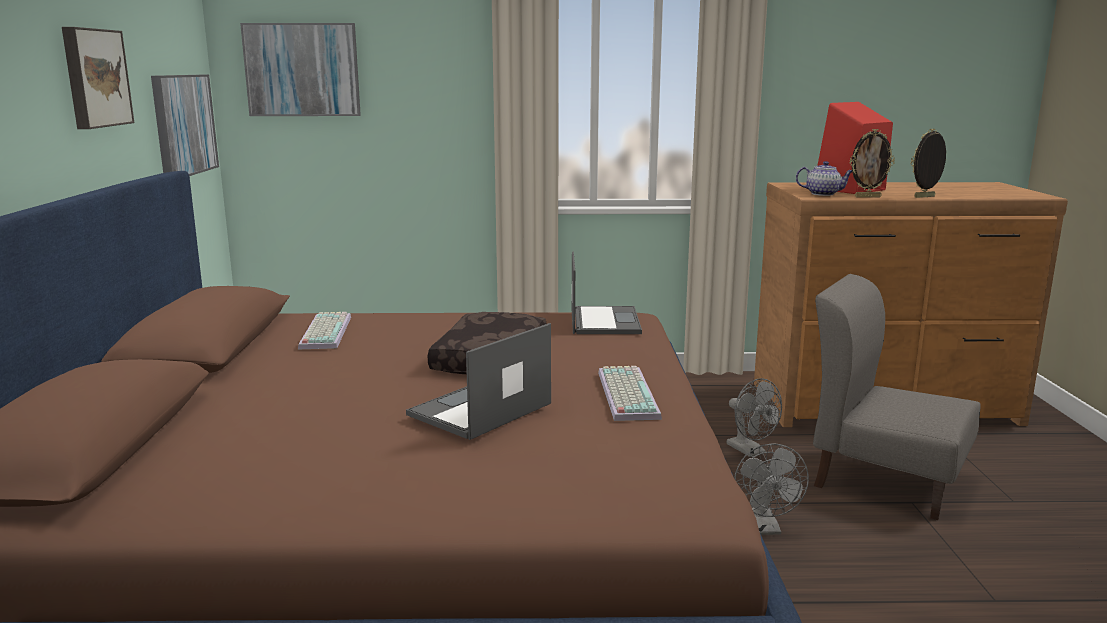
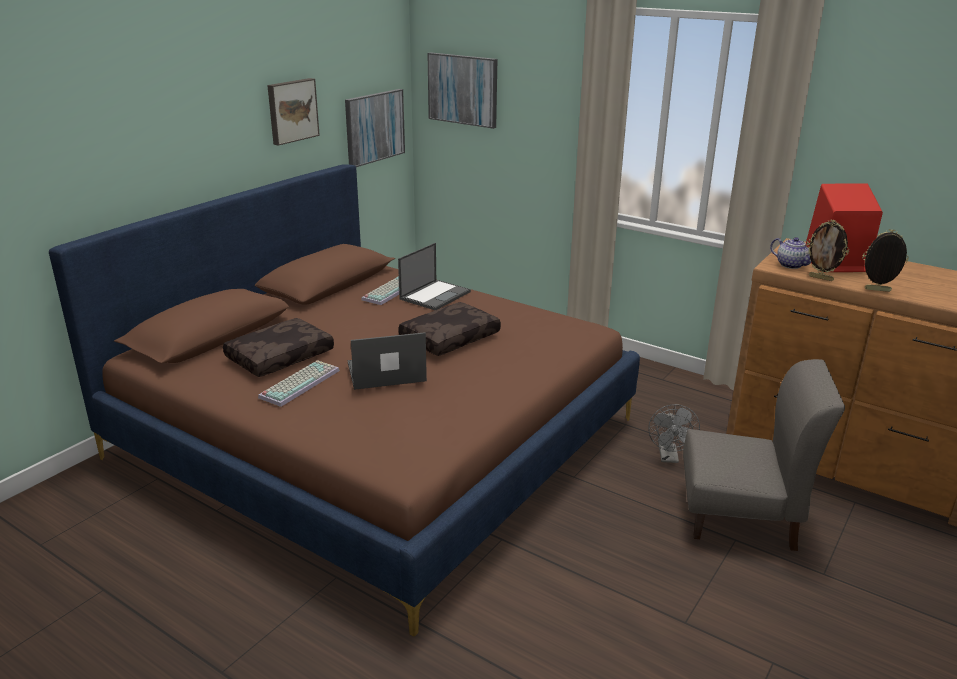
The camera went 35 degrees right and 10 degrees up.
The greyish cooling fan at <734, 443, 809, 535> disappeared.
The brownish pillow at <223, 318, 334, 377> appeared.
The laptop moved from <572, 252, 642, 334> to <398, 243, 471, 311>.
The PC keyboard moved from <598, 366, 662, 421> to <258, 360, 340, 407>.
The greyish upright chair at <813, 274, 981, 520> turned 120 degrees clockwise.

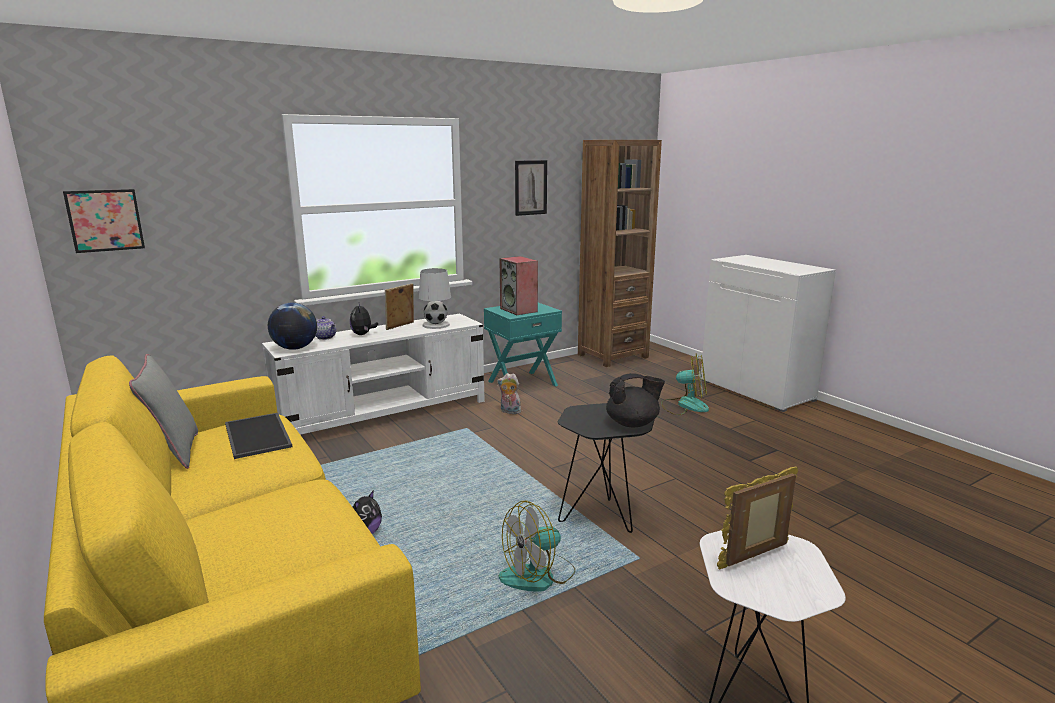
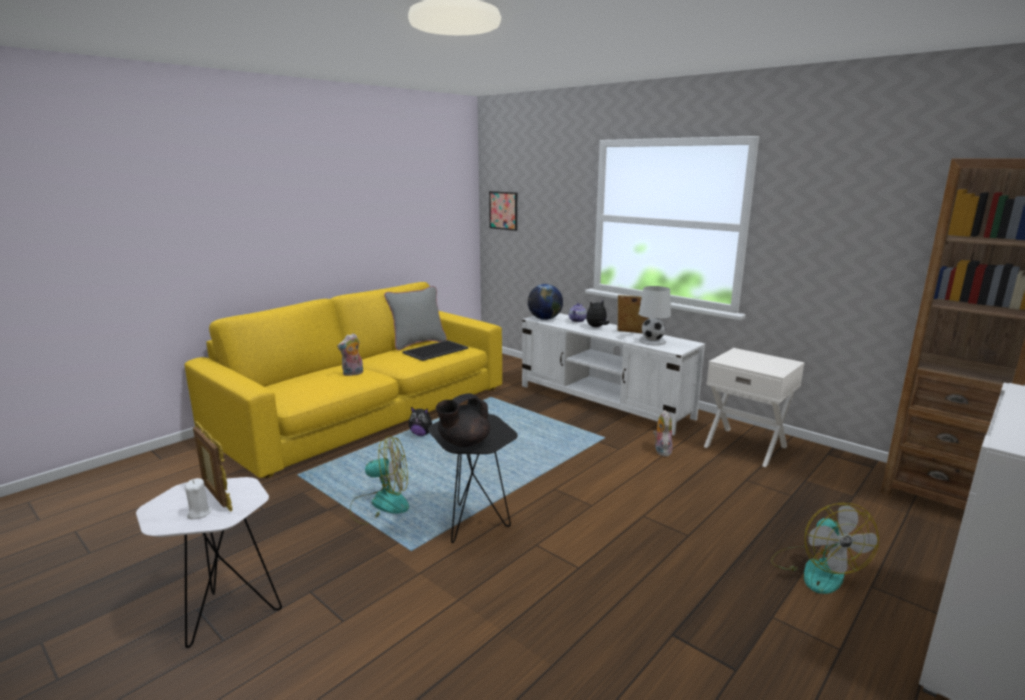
The camera went 75 degrees right and 0 degrees up.
The loudspeaker at <499, 256, 538, 315> disappeared.
The picture at <515, 160, 547, 216> disappeared.
The white-coloured candle at <185, 478, 211, 519> appeared.
The soft toy at <337, 333, 363, 376> appeared.
The blue-green bedside table at <484, 303, 562, 386> became the white-coloured bedside table at <704, 348, 805, 467>.
The cooling fan at <499, 500, 575, 592> turned 135 degrees clockwise.
The black-coloured pot for tea at <606, 373, 665, 427> turned 75 degrees clockwise.

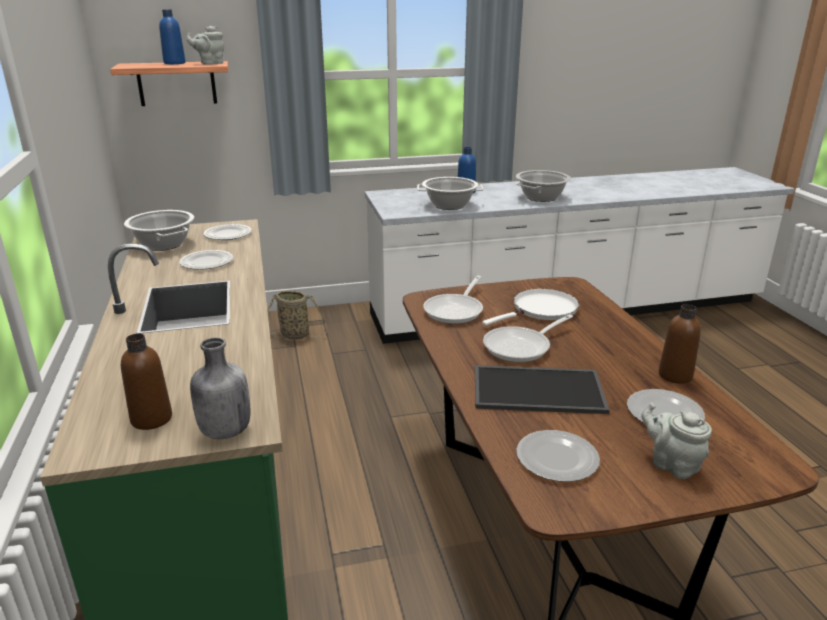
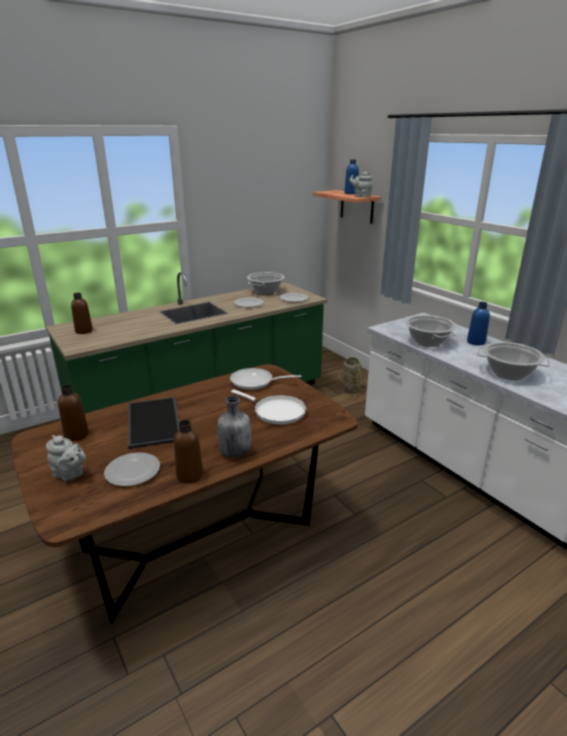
The camera went 70 degrees right and 0 degrees up.
The pan at <483, 315, 573, 362> disappeared.
The greyish drink bottle moved from <190, 337, 250, 439> to <217, 396, 251, 457>.
The flat dish at <516, 430, 600, 482> was replaced by the brownish drink bottle at <58, 385, 89, 441>.
The greyish pot for tea at <641, 403, 712, 479> turned 90 degrees clockwise.

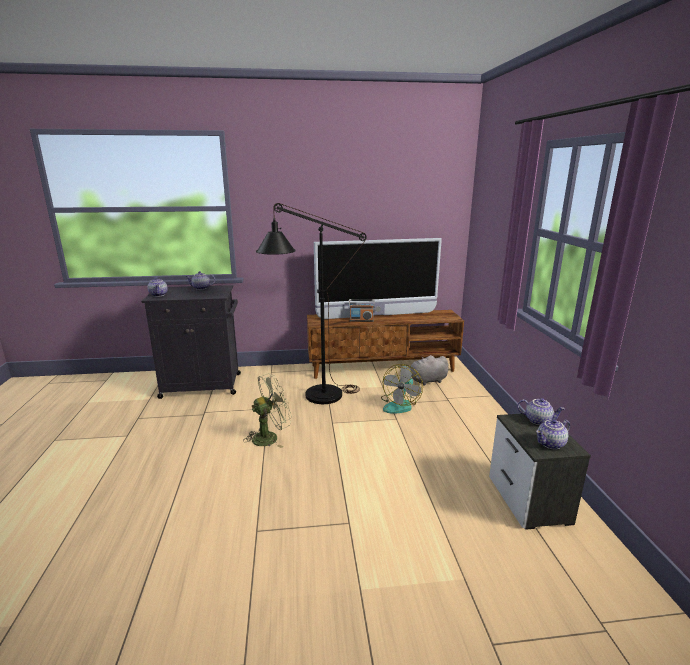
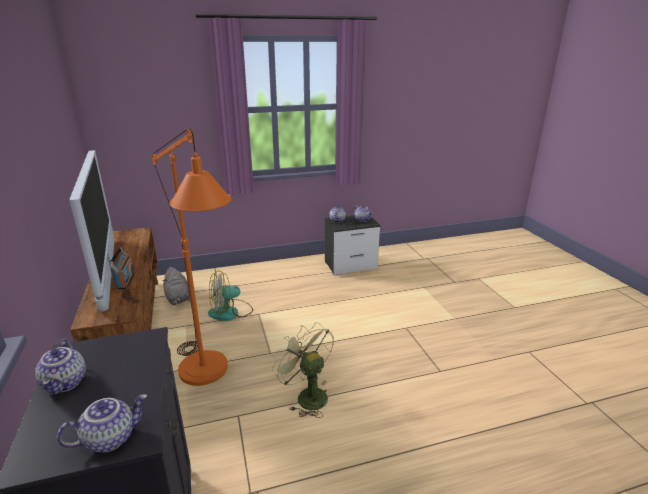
The camera went 100 degrees left and 5 degrees up.
The black-coloured floor lamp at <256, 203, 367, 404> became the orange floor lamp at <152, 128, 232, 386>.
The cooling fan at <381, 364, 423, 413> turned 135 degrees clockwise.

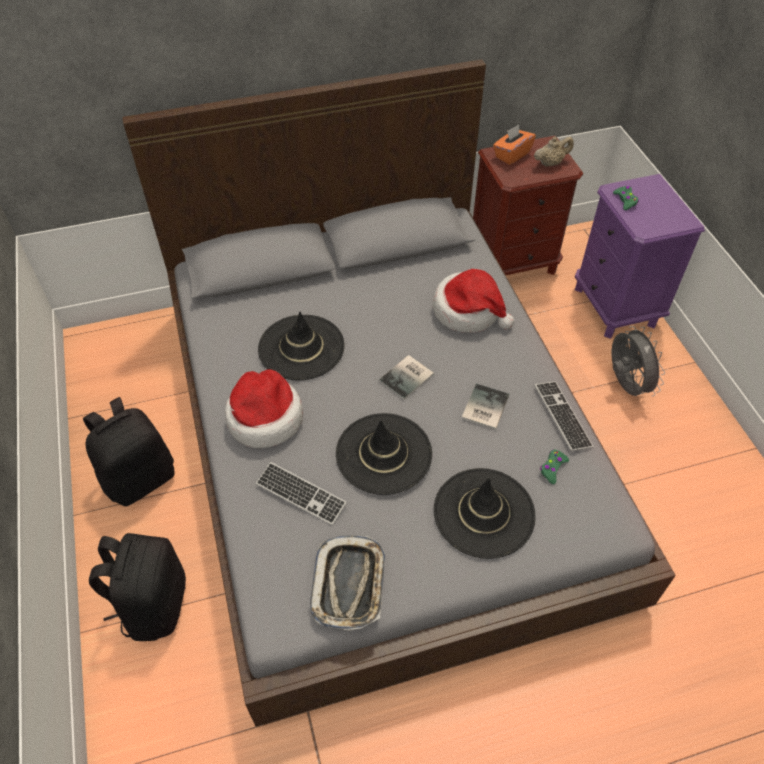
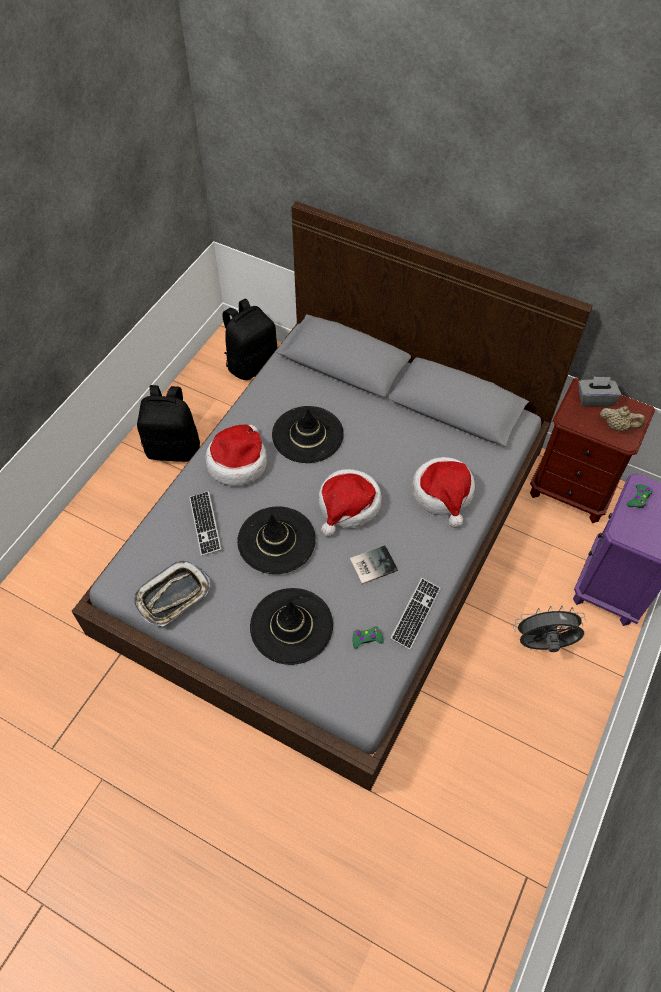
The camera went 45 degrees right and 5 degrees up.
The black-coloured rucksack moved from <89, 533, 186, 641> to <222, 298, 277, 380>.
The book at <379, 355, 434, 400> was replaced by the hat at <318, 469, 382, 537>.
The orange tissue holder at <493, 124, 536, 165> became the greyish tissue holder at <578, 376, 621, 407>.
The greyish cooling fan at <611, 326, 665, 396> turned 120 degrees counterclockwise.

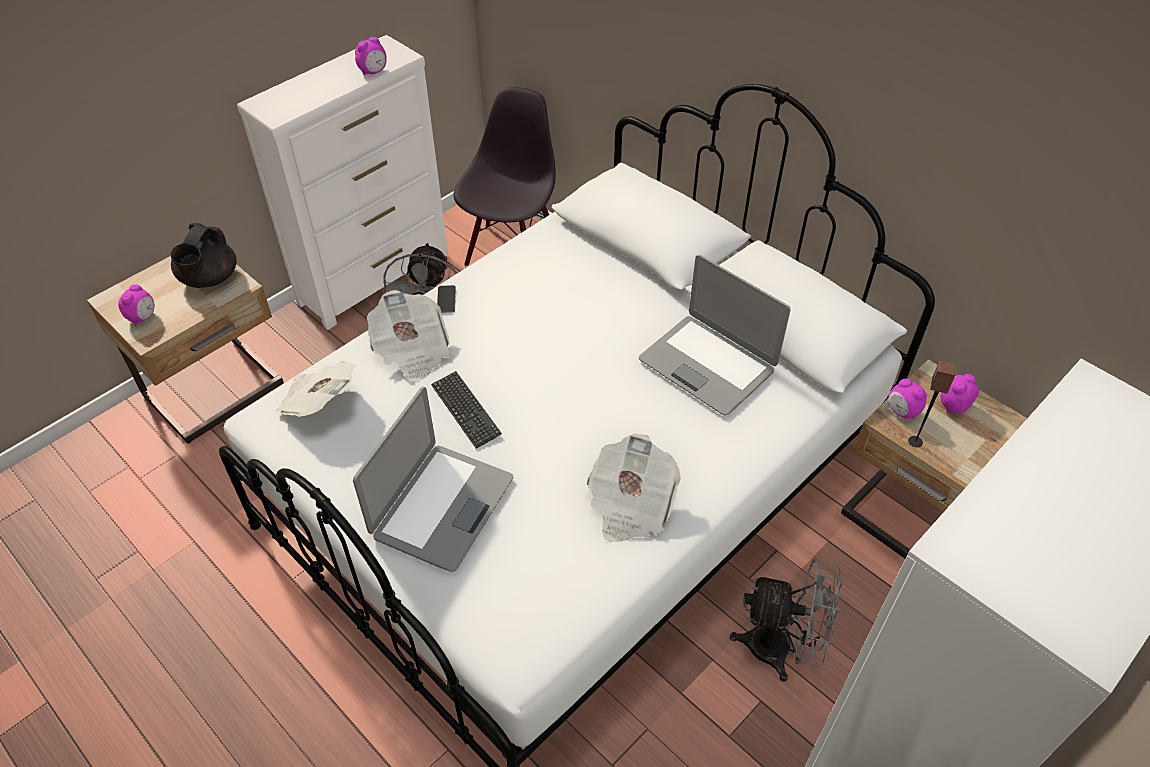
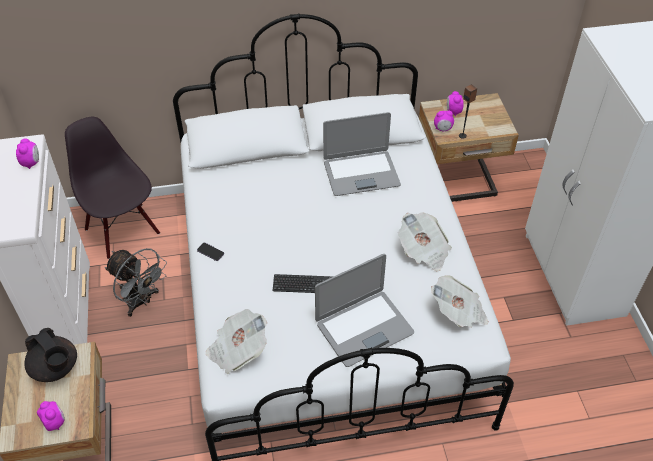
The camera went 55 degrees left and 0 degrees up.
The greyish cooling fan at <730, 559, 842, 682> disappeared.
The daily paper moved from <367, 290, 452, 382> to <431, 275, 489, 328>.
The laptop at <353, 387, 513, 572> turned 90 degrees clockwise.

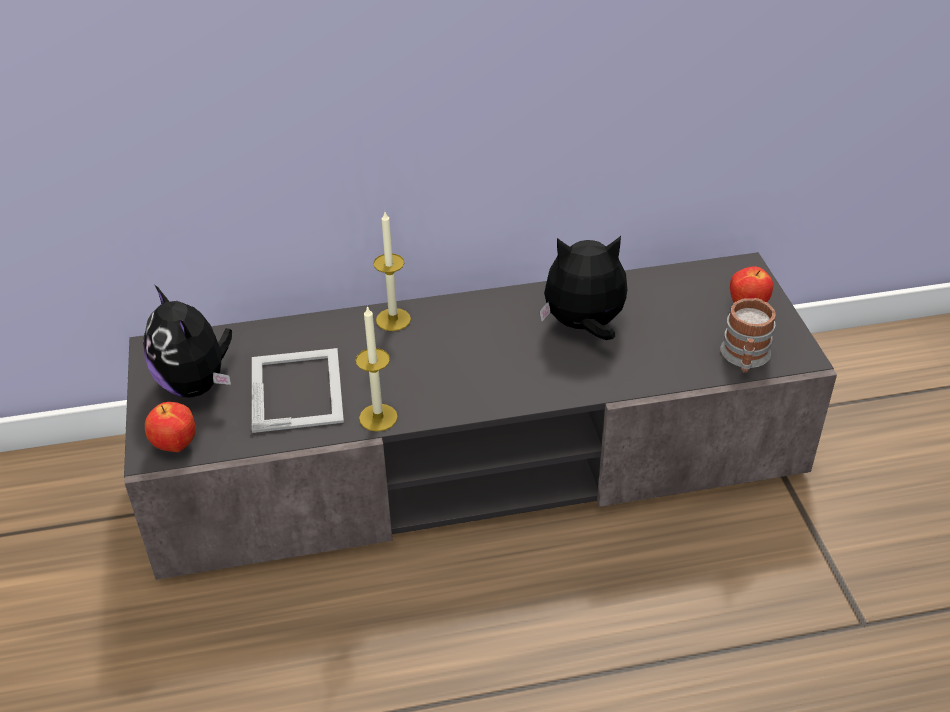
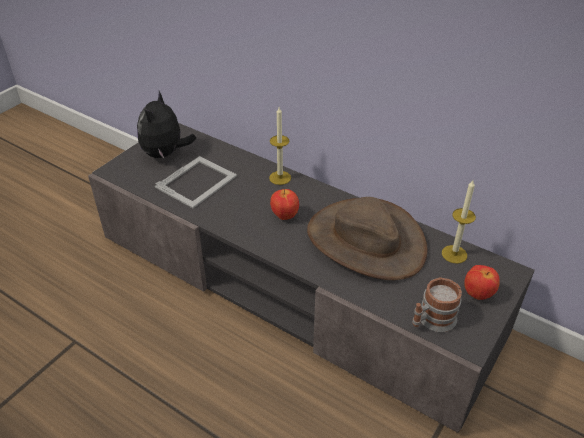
The camera went 45 degrees right and 0 degrees up.
The whole apple moved from <145, 402, 196, 452> to <270, 189, 299, 220>.
The candle moved from <356, 305, 398, 432> to <442, 180, 476, 264>.
The soft toy at <539, 236, 627, 340> was replaced by the brownish hat at <307, 197, 428, 280>.

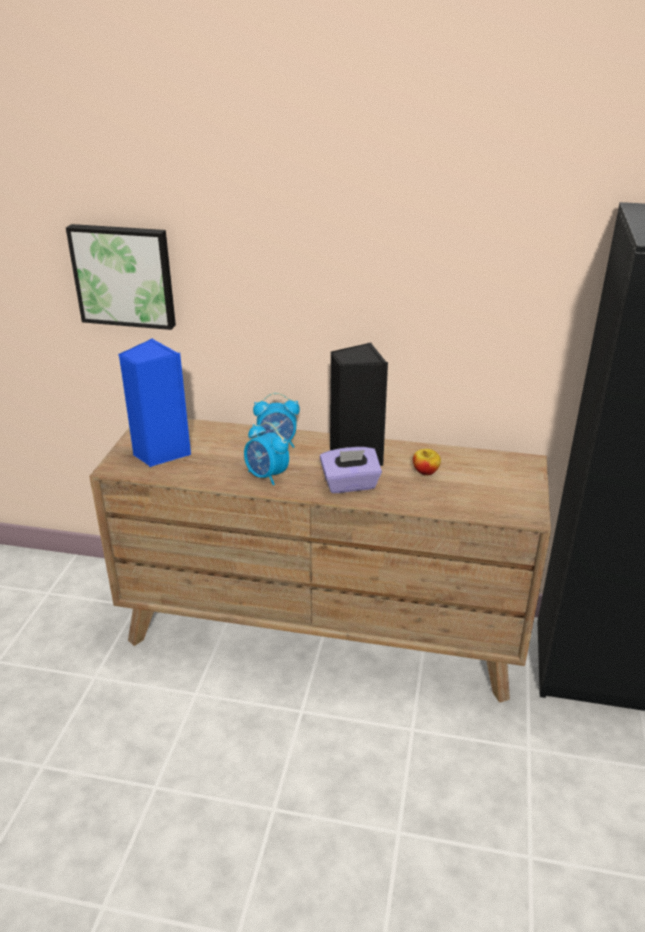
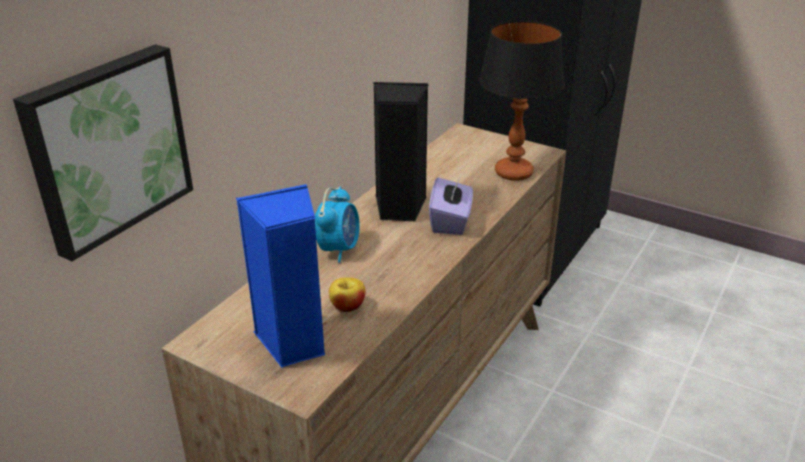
The camera went 70 degrees left and 0 degrees up.
The bedside clock at <244, 422, 289, 485> disappeared.
The table lamp at <479, 21, 565, 181> appeared.
The whole apple moved from <413, 449, 441, 475> to <329, 277, 365, 312>.

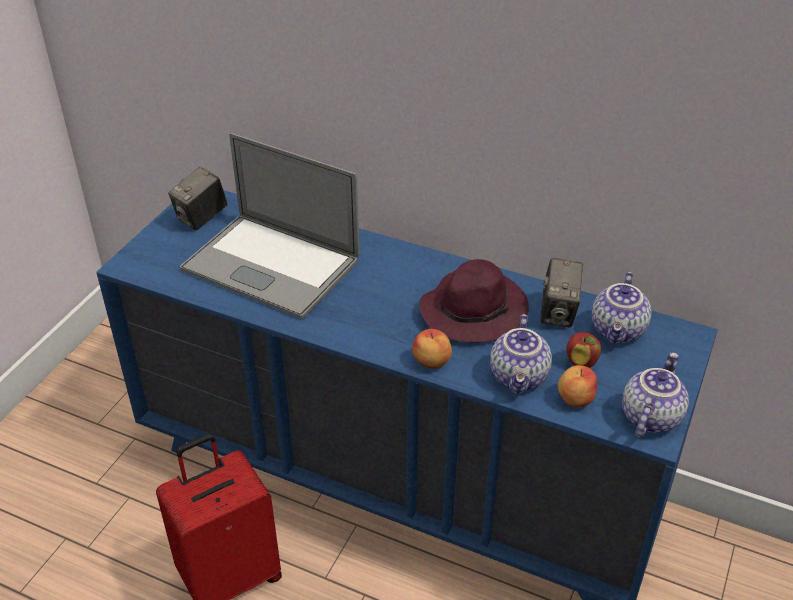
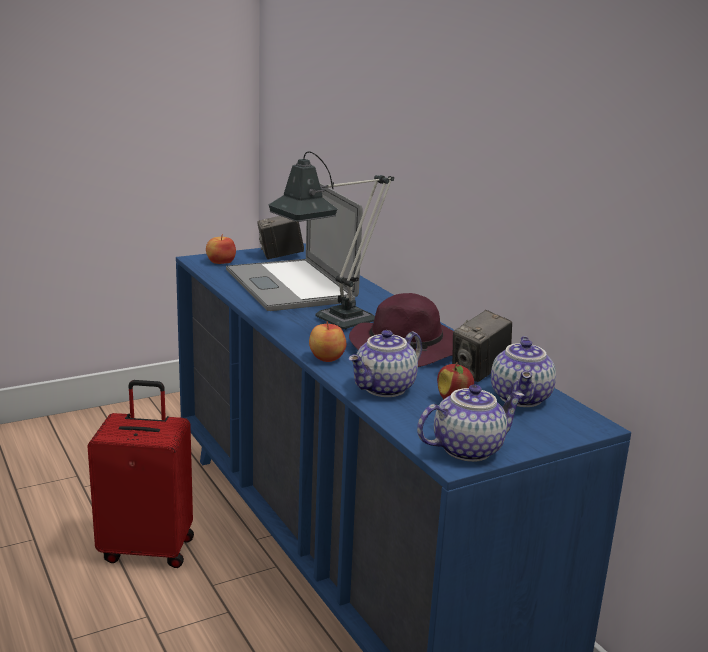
The camera went 35 degrees right and 20 degrees down.
The table lamp at <269, 151, 394, 329> appeared.
The whole apple moved from <558, 365, 597, 408> to <206, 234, 236, 264>.
The pot for tea at <592, 272, 651, 344> turned 45 degrees counterclockwise.

